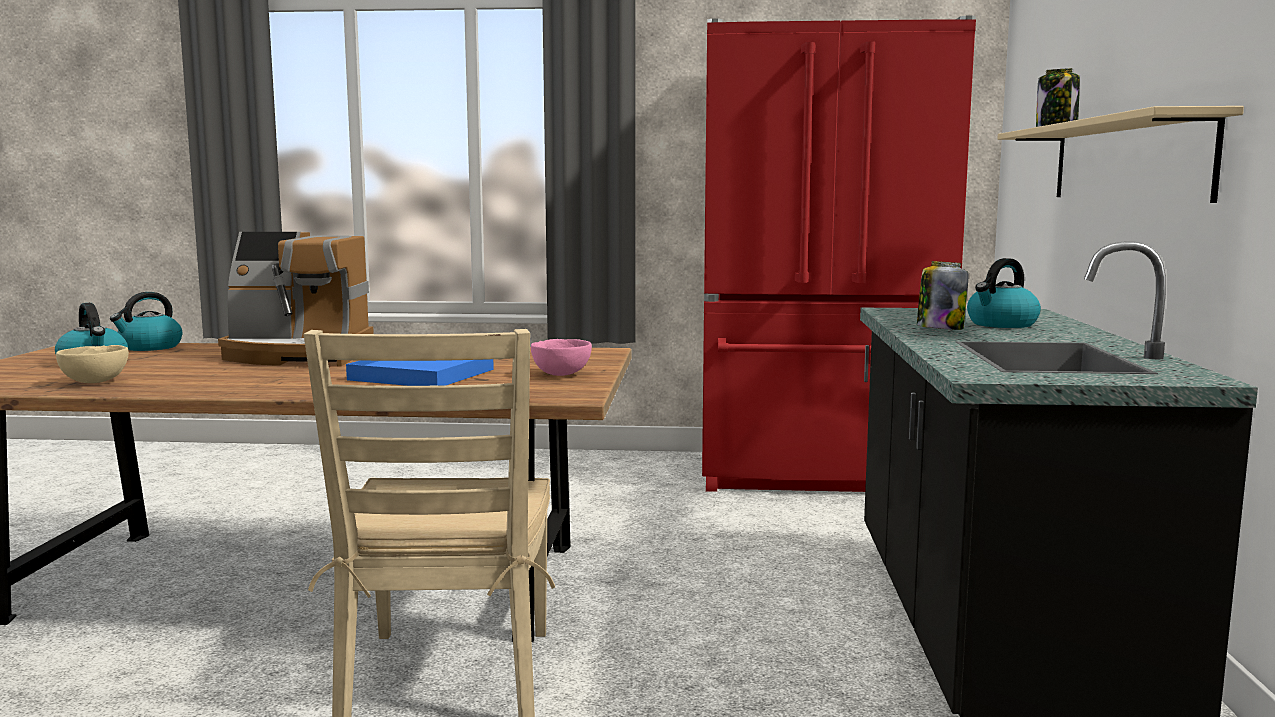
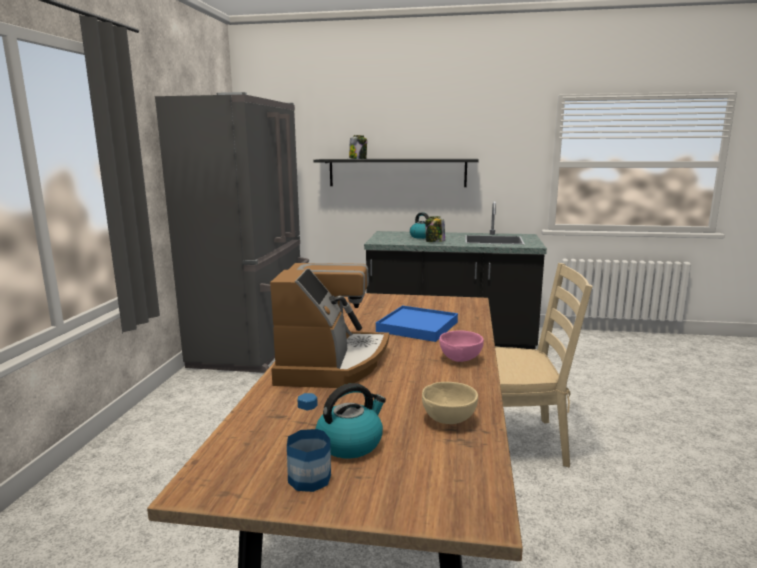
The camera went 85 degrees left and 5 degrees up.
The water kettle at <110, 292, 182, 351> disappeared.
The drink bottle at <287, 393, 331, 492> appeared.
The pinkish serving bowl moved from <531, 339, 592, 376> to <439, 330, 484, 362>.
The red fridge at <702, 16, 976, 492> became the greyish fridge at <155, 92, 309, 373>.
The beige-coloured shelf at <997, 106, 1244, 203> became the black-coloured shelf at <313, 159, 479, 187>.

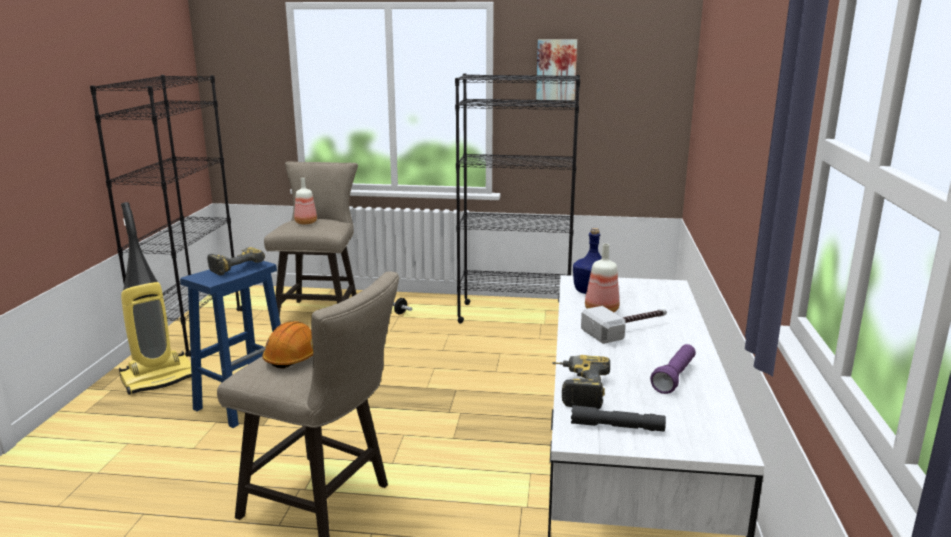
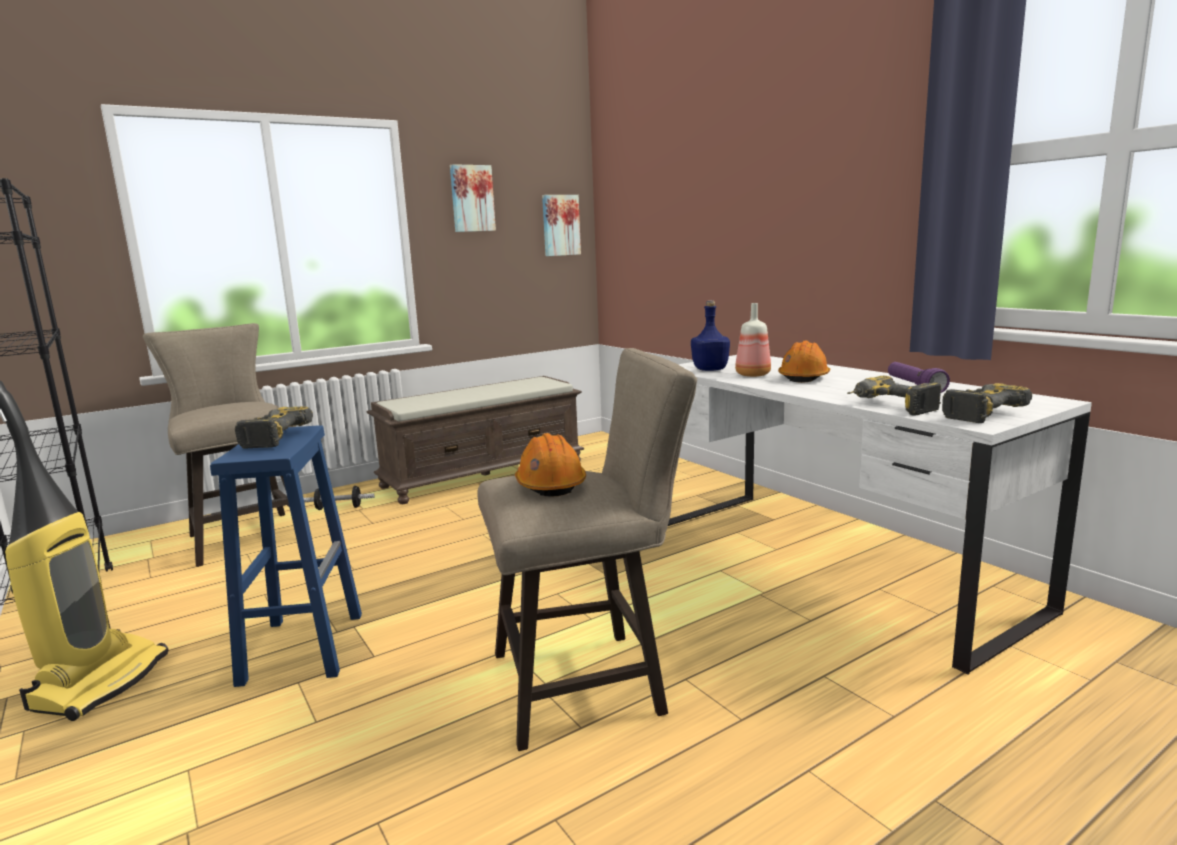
The camera went 40 degrees left and 5 degrees down.
The drink bottle at <294, 178, 317, 225> disappeared.
The picture at <542, 195, 581, 256> appeared.
The black-coloured shelving unit at <455, 74, 580, 324> was replaced by the brownish long seat at <367, 376, 584, 504>.
The greyish hand torch at <571, 405, 666, 432> was replaced by the power drill at <942, 383, 1032, 423>.
The hand hammer at <581, 306, 667, 344> was replaced by the orange hard hat at <778, 341, 830, 383>.

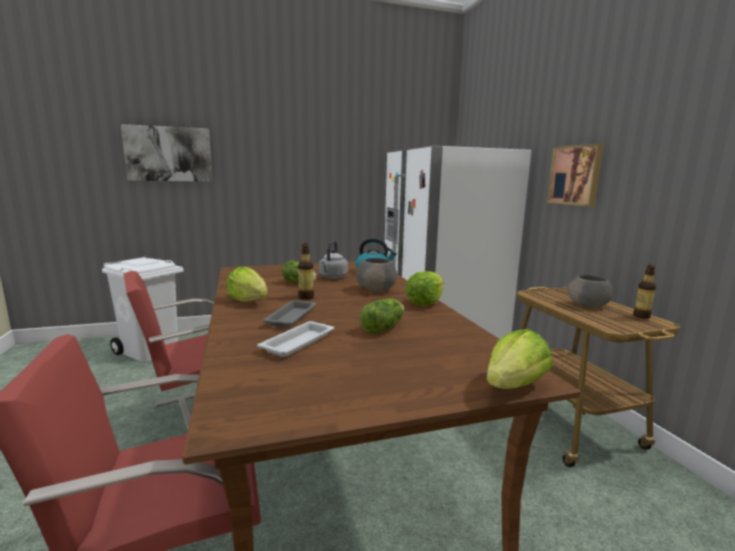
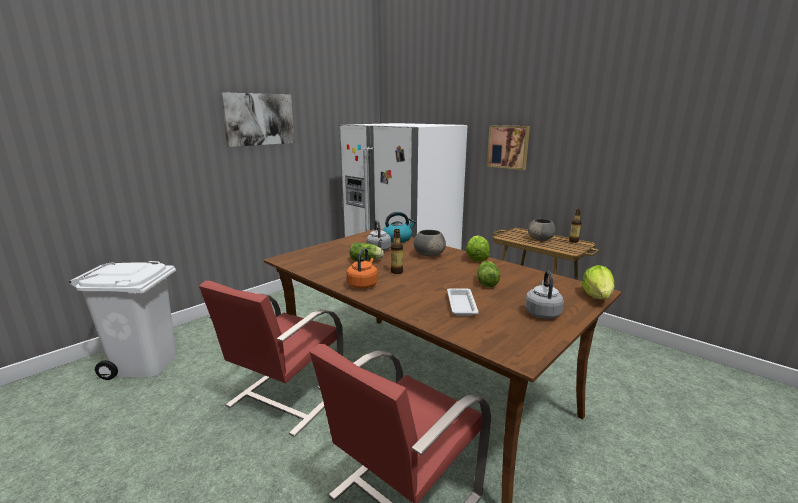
The camera went 30 degrees left and 5 degrees up.
The greyish serving tray at <263, 300, 317, 328> disappeared.
The greyish water kettle at <525, 271, 564, 319> appeared.
The picture moved from <121, 124, 213, 182> to <220, 92, 295, 147>.
The lettuce at <227, 267, 268, 302> was replaced by the orange water kettle at <347, 248, 378, 289>.

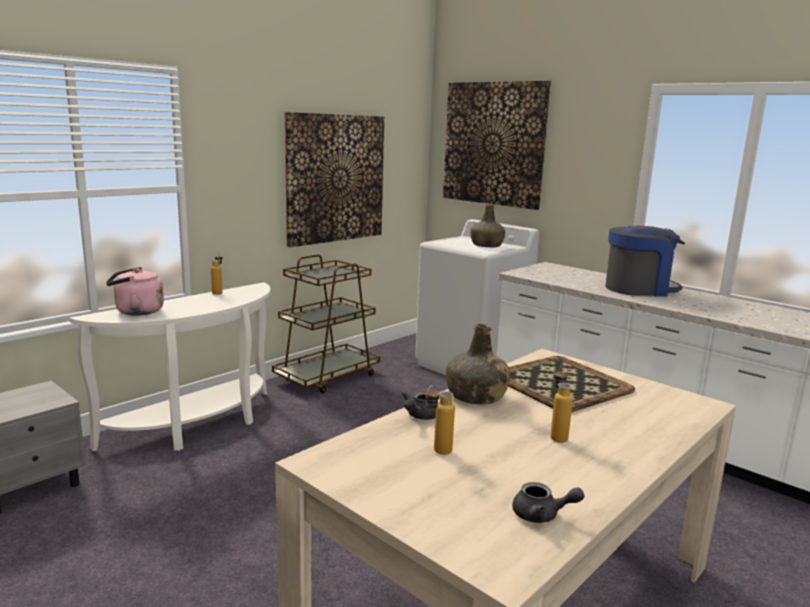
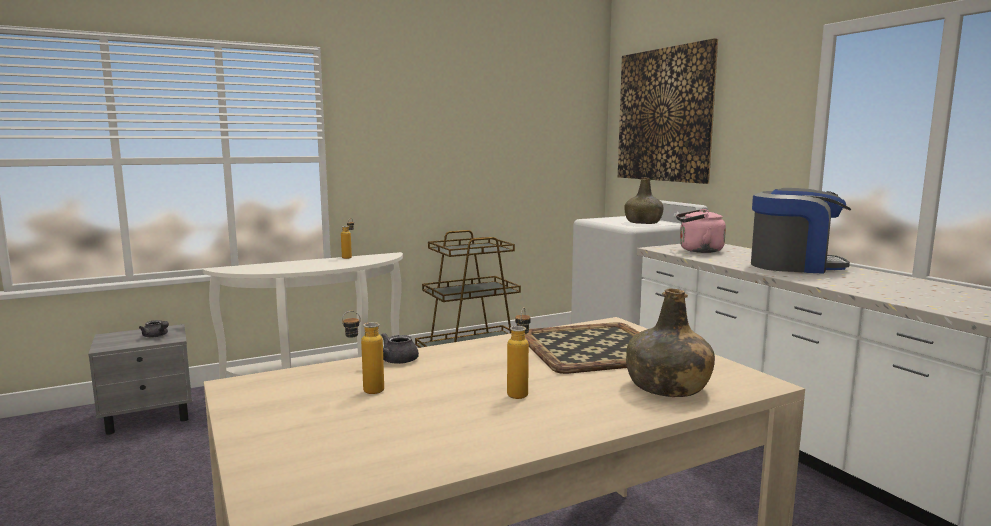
The camera went 20 degrees right and 5 degrees down.
The picture at <284, 112, 384, 247> disappeared.
The pinkish water kettle moved from <106, 267, 164, 316> to <676, 209, 726, 253>.
The green drink bottle moved from <446, 324, 511, 404> to <626, 288, 715, 397>.
The greyish pot for tea moved from <513, 482, 585, 523> to <139, 320, 169, 337>.

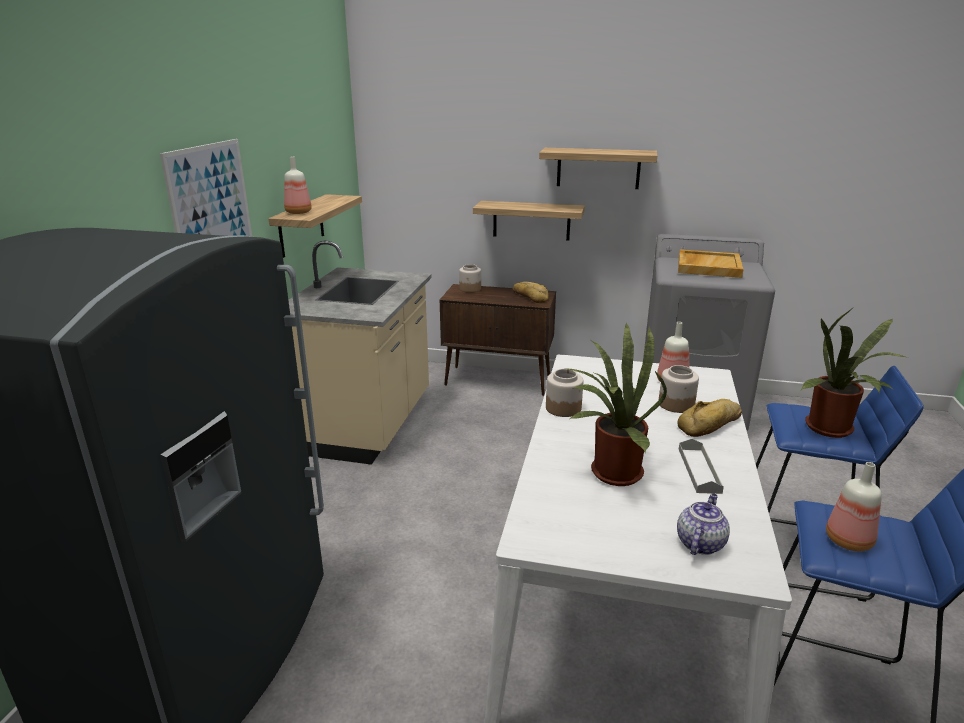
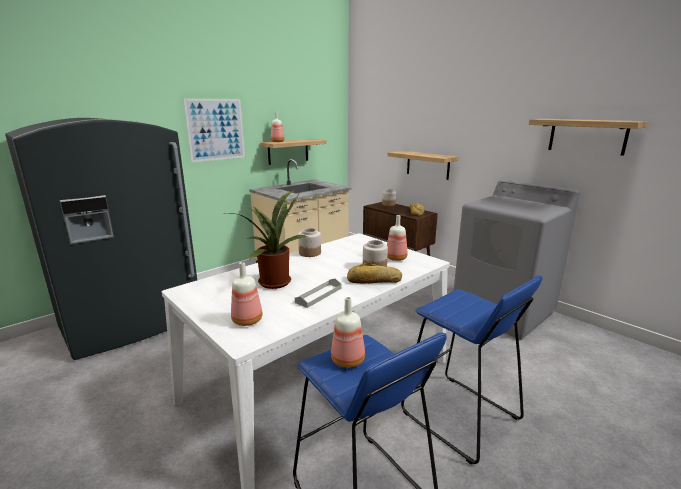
The camera went 35 degrees right and 5 degrees down.
The beige-coloured serving tray at <678, 249, 744, 278> disappeared.
The potted plant at <801, 309, 906, 438> disappeared.
The shelf moved from <539, 148, 657, 189> to <529, 119, 648, 156>.
The pot for tea at <677, 493, 730, 555> was replaced by the drink bottle at <231, 262, 263, 326>.

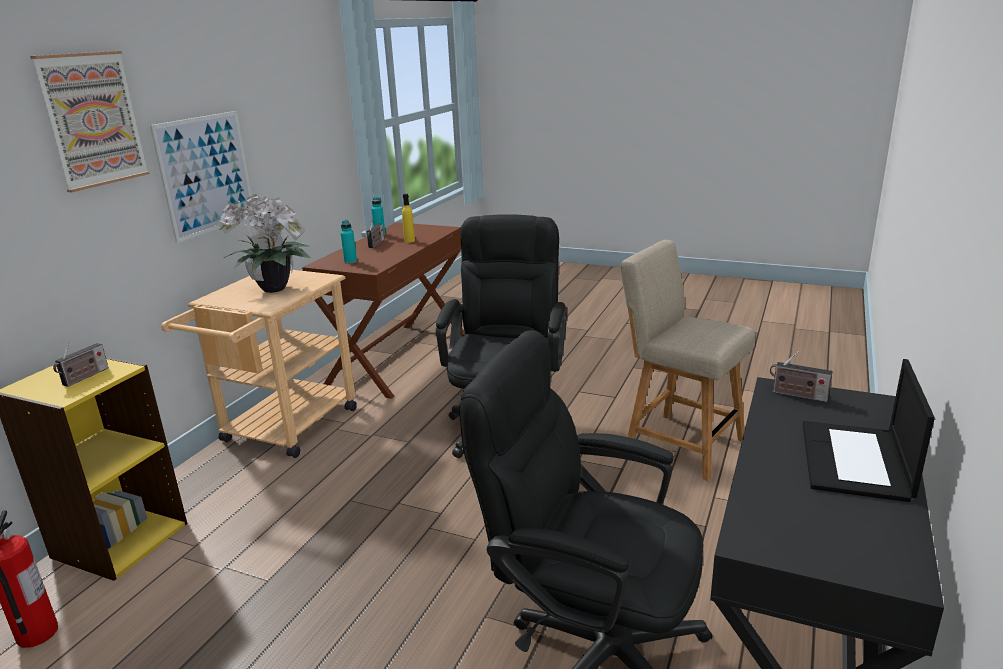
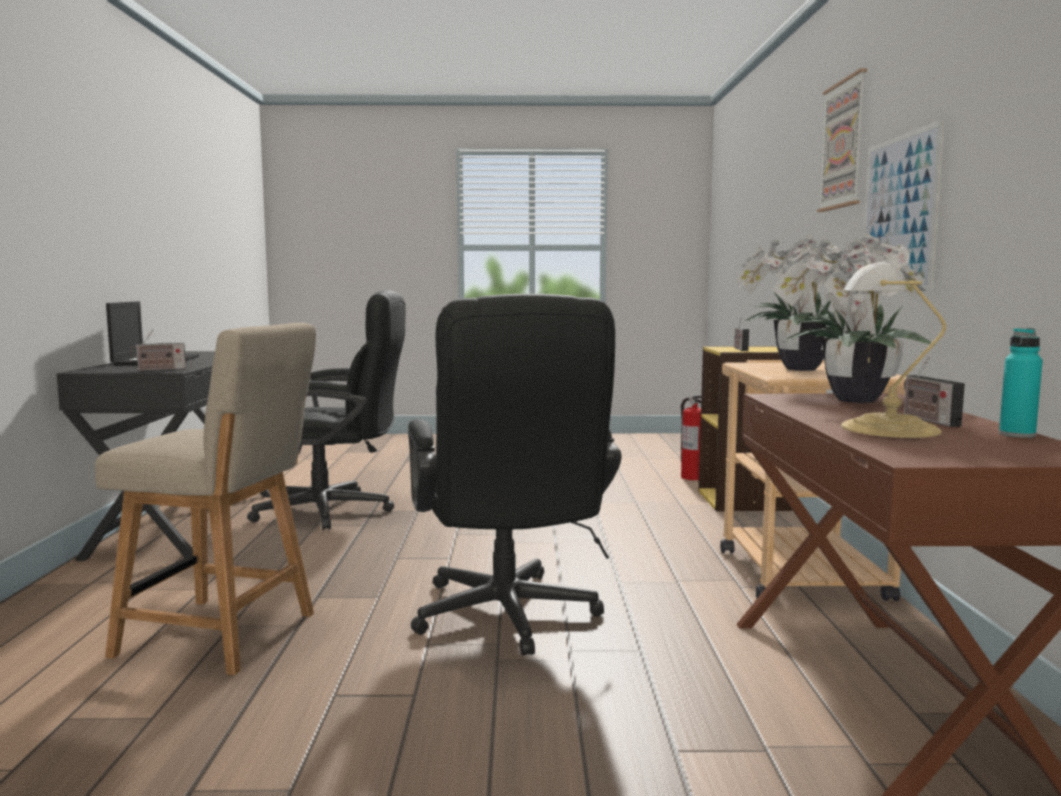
The camera went 155 degrees right and 15 degrees down.
The blue-green drink bottle at <341, 220, 357, 264> was replaced by the potted plant at <772, 233, 937, 403>.
The yellow-coloured drink bottle at <402, 194, 415, 243> was replaced by the table lamp at <841, 262, 946, 438>.
The radio at <770, 351, 833, 402> turned 150 degrees clockwise.

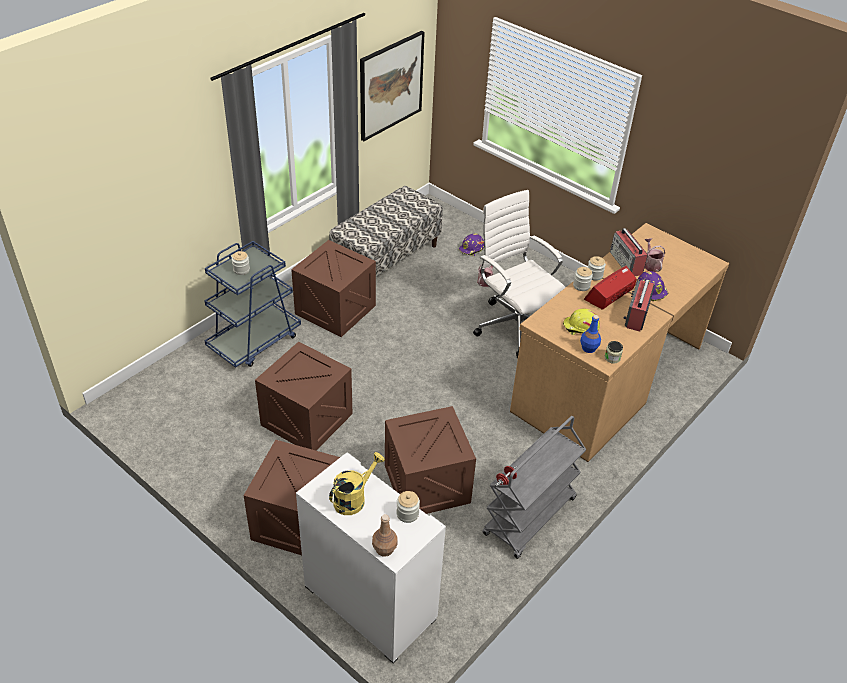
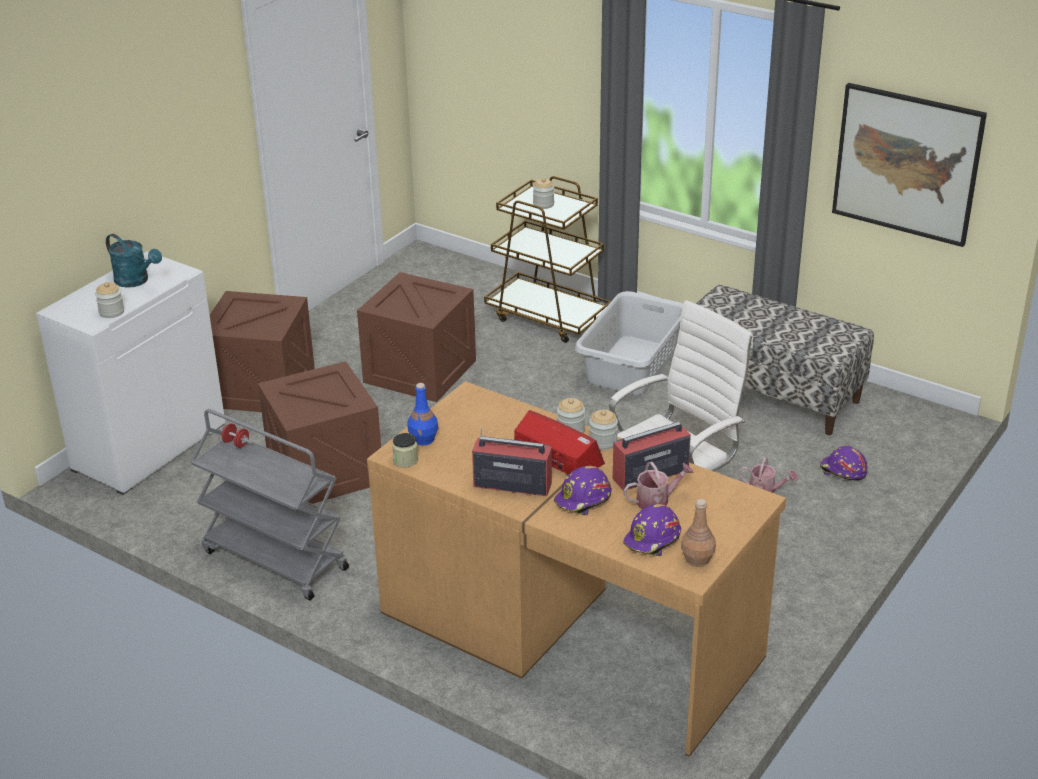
The camera went 85 degrees right and 10 degrees down.
The yellow-coloured hard hat at <563, 308, 600, 335> disappeared.
The purplish hard hat at <623, 504, 681, 556> appeared.
The brownish drink bottle moved from <372, 514, 398, 557> to <681, 499, 716, 567>.
The crate at <291, 240, 376, 337> was replaced by the greyish washing basket at <575, 291, 683, 395>.
The blue-coloured wheeled cart at <204, 241, 301, 368> became the brownish wheeled cart at <484, 176, 611, 343>.
The yellow-coloured sprinkling can at <329, 452, 385, 515> became the blue-green sprinkling can at <106, 234, 162, 288>.

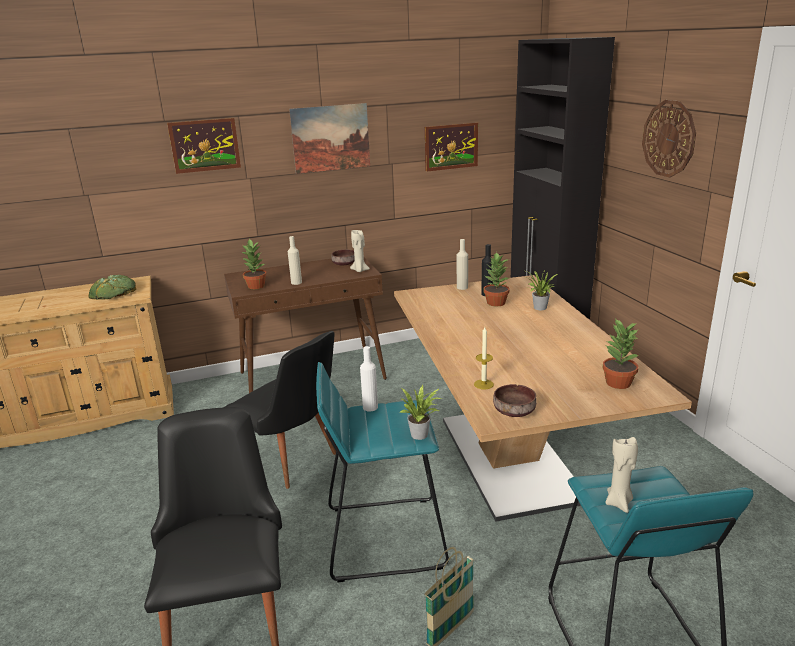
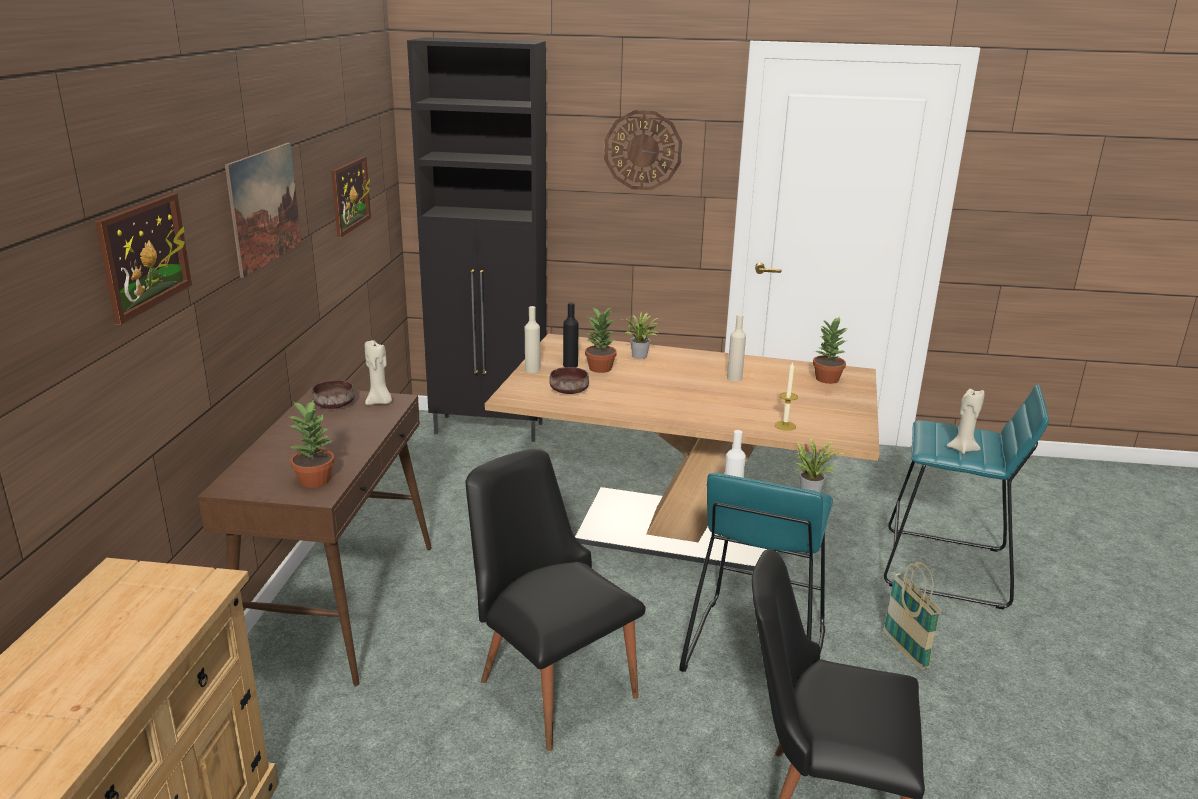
The camera went 65 degrees left and 0 degrees up.
The baked bread at <88, 275, 136, 300> disappeared.
The beige-coloured drink bottle moved from <288, 236, 302, 285> to <727, 314, 746, 381>.
The brownish serving bowl moved from <493, 384, 537, 417> to <549, 367, 589, 394>.
The black-coloured upright chair at <225, 331, 336, 489> turned 105 degrees counterclockwise.

